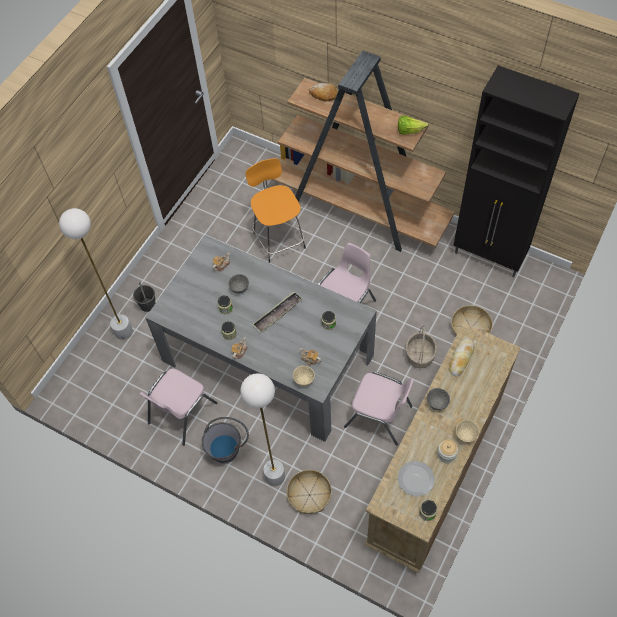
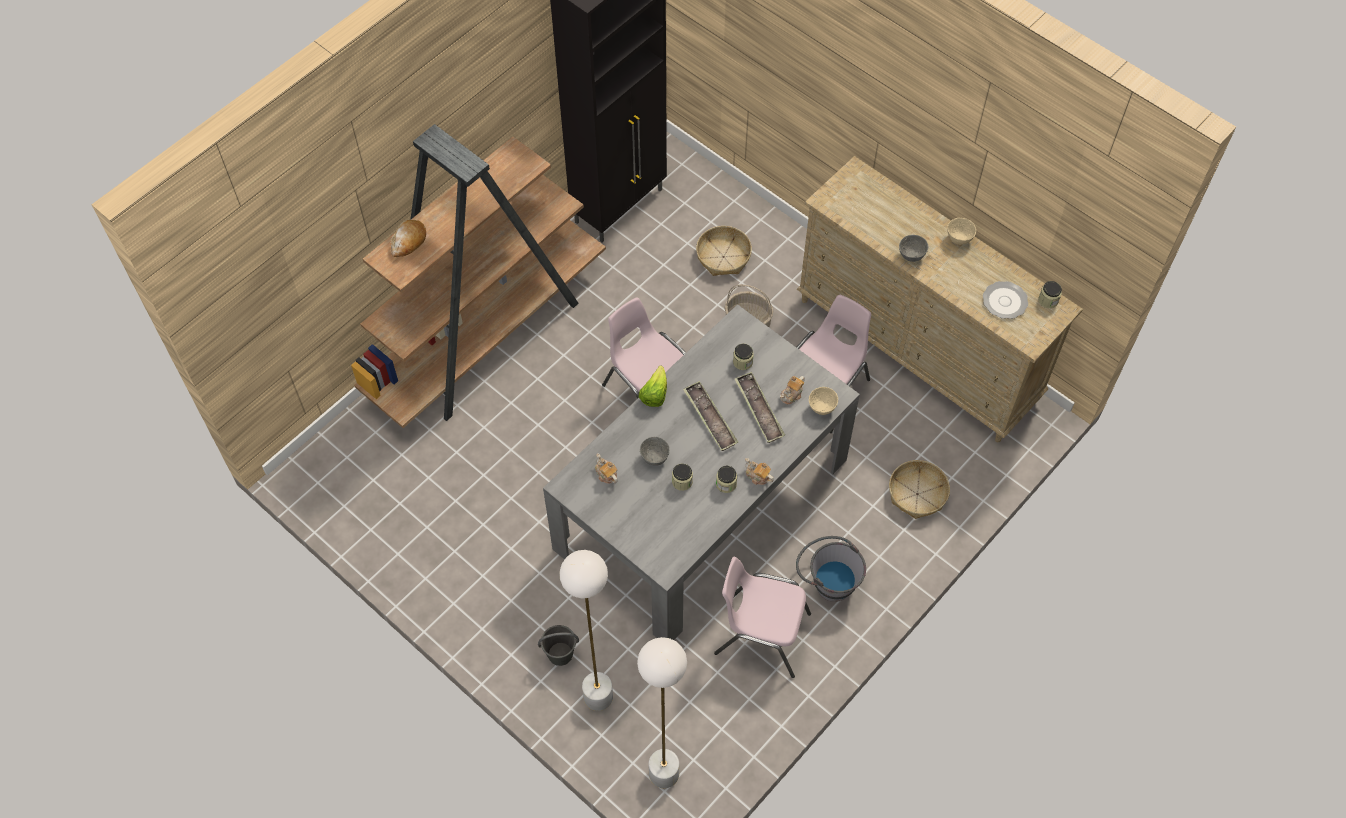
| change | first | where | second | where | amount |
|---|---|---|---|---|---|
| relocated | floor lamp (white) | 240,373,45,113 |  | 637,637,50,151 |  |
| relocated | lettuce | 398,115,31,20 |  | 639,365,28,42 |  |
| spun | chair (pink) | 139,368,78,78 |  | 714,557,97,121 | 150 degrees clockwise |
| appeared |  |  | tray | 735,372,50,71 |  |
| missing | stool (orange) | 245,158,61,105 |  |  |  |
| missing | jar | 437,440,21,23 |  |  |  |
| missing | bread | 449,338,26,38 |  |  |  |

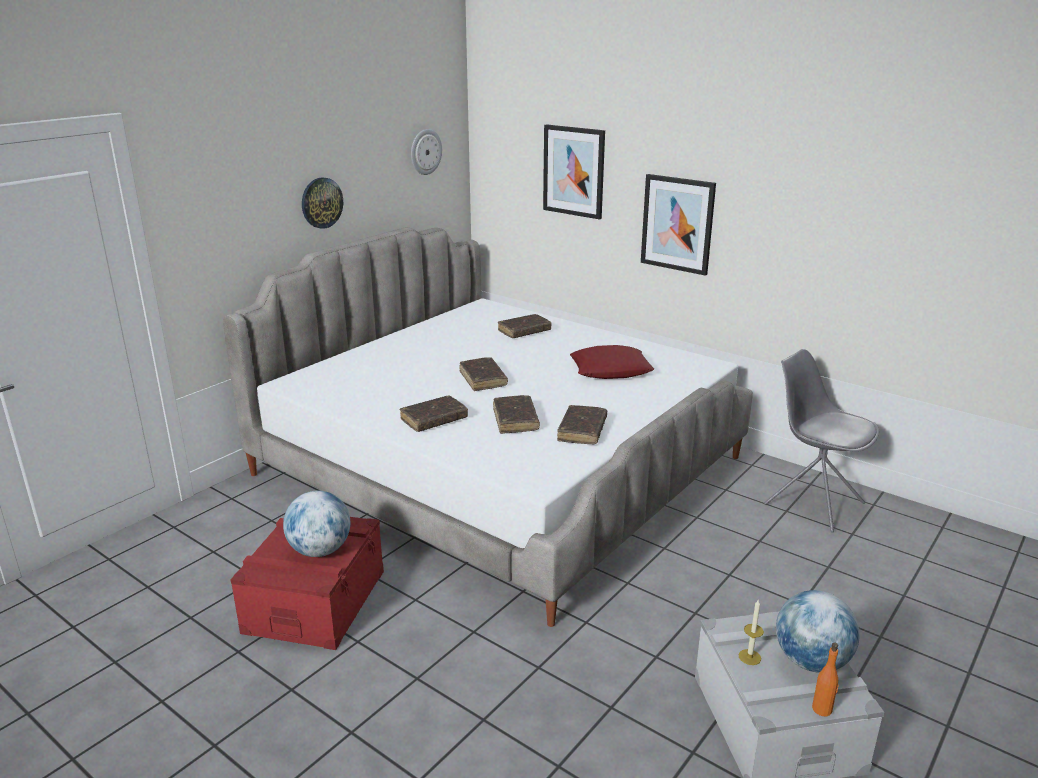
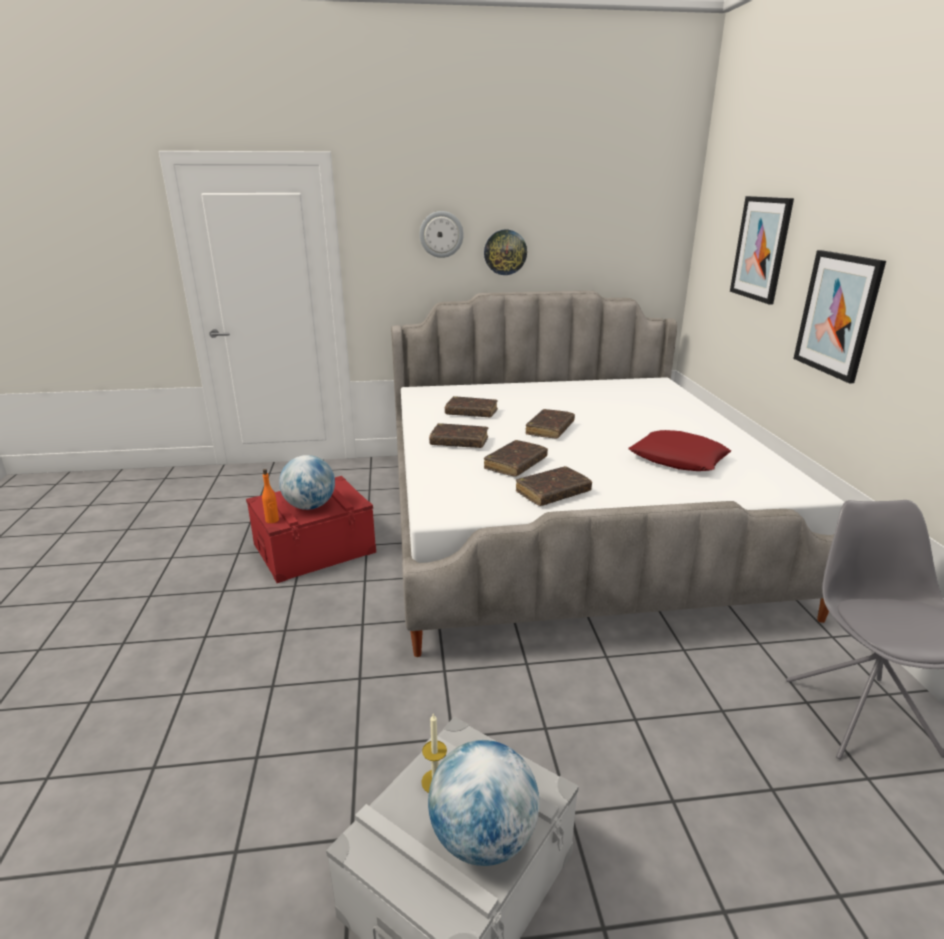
| change | first | where | second | where | amount |
|---|---|---|---|---|---|
| relocated | bottle (orange) | 812,642,26,74 |  | 262,469,17,54 |  |
| relocated | wall clock | 411,129,31,46 |  | 420,211,44,47 |  |
| relocated | book (brown) | 498,314,54,24 |  | 445,396,53,21 |  |

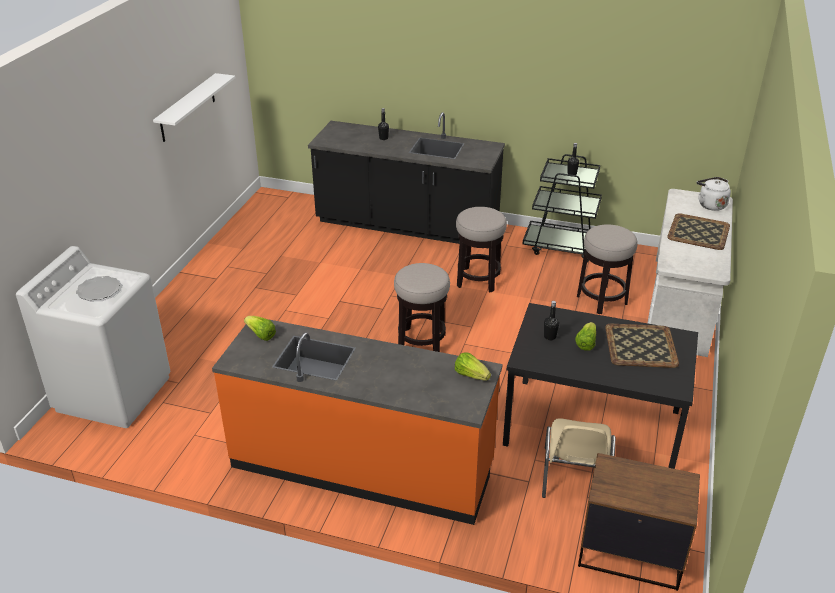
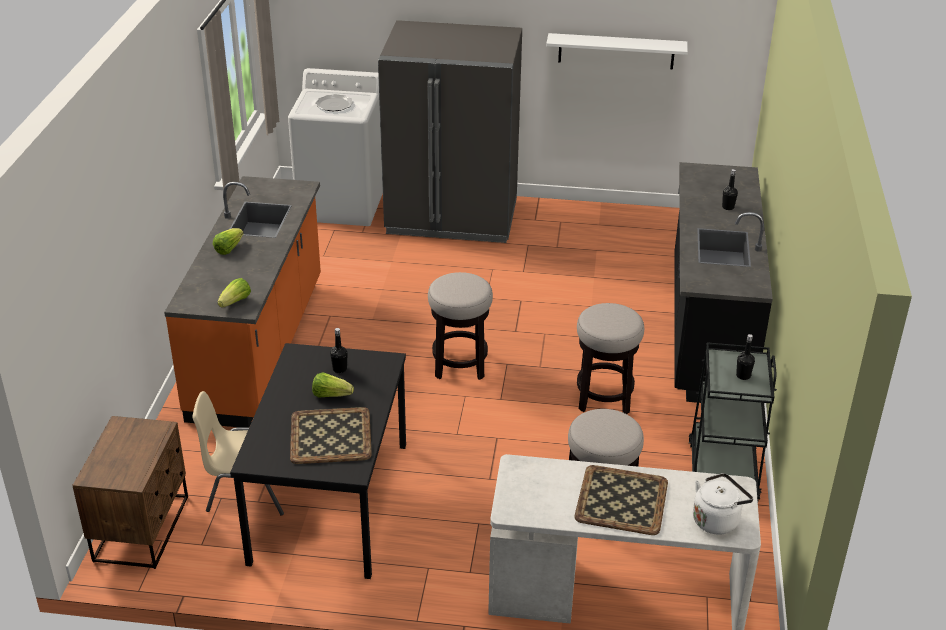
| change | first | where | second | where | amount |
|---|---|---|---|---|---|
| relocated | lettuce | 244,316,32,25 |  | 213,228,31,27 |  |
| appeared |  |  | fridge (grey) | 378,20,144,223 |  |

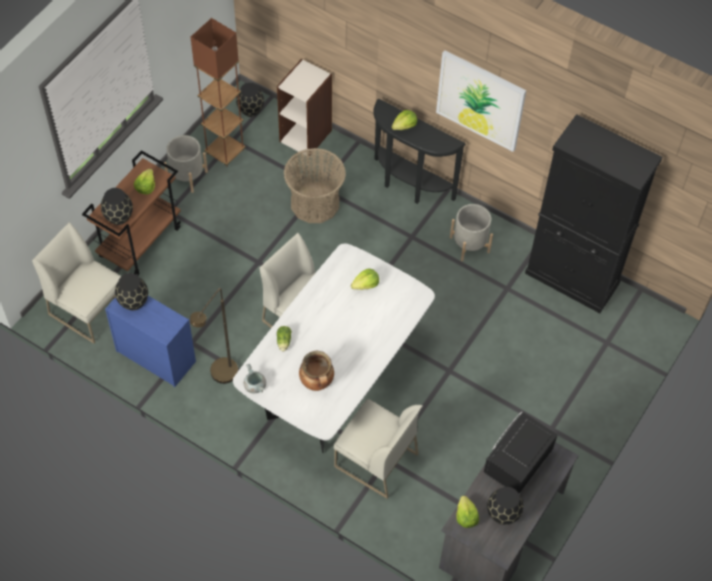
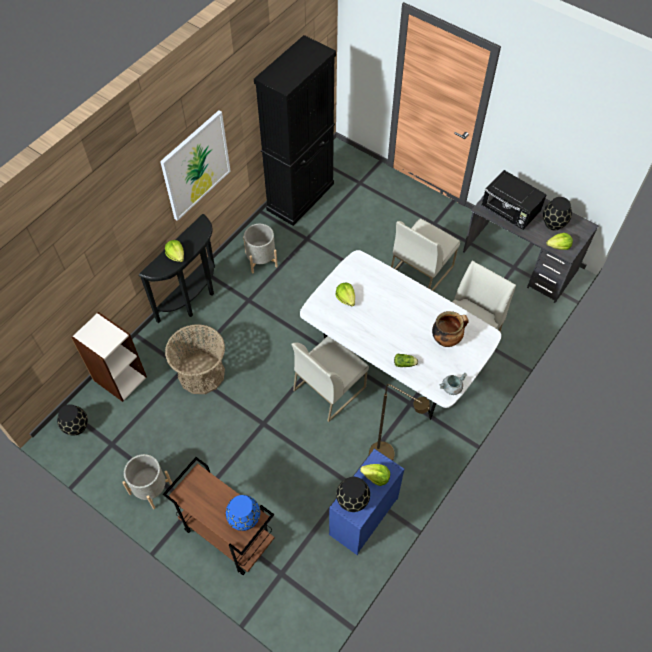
| change | first | where | second | where | amount |
|---|---|---|---|---|---|
| colour | vase (black) | 101,188,32,37 | vase (blue) | 226,495,34,36 |  |
| relocated | lettuce | 134,169,21,26 |  | 360,464,30,22 |  |
| relocated | chair (white) | 32,222,89,122 |  | 391,219,69,72 |  |
| missing | floor lamp (brown) | 191,18,55,149 |  |  |  |

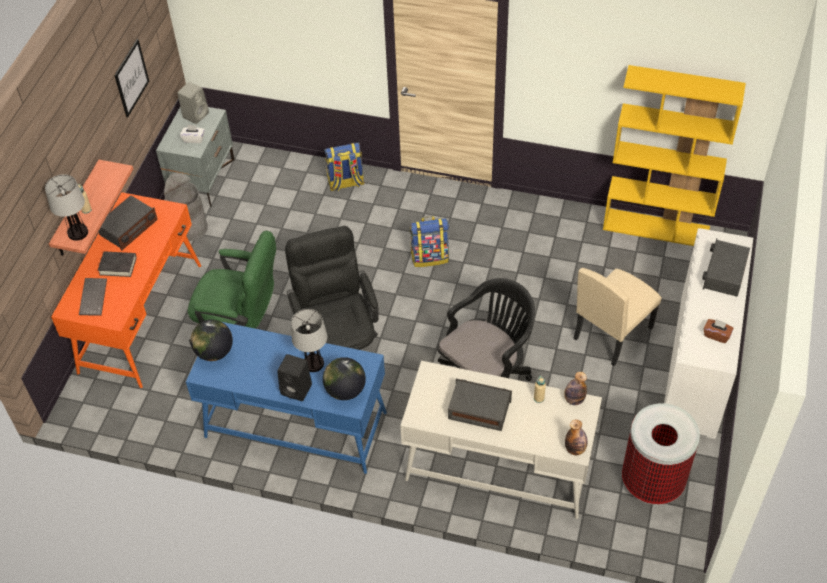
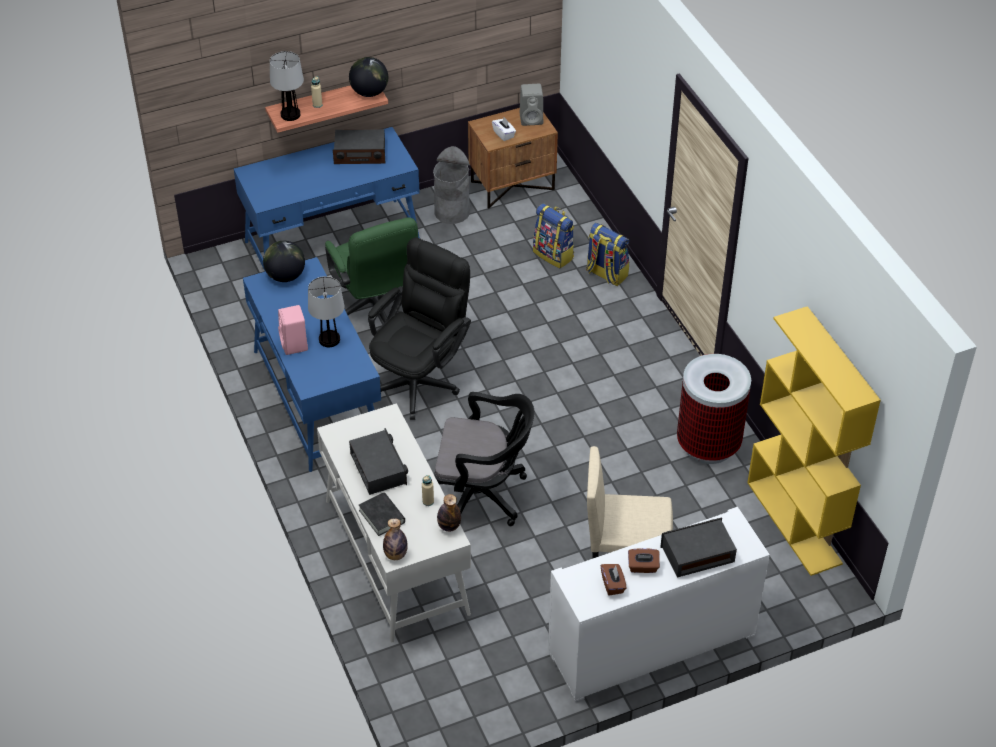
| change | first | where | second | where | amount |
|---|---|---|---|---|---|
| colour | desk (orange) | 51,192,150,196 | desk (blue) | 234,127,186,144 |  |
| colour | speaker (black) | 277,354,35,47 | speaker (pink) | 278,305,30,50 |  |
| relocated | globe | 323,357,43,43 |  | 349,57,39,40 |  |
| relocated | book (black) | 98,251,39,26 |  | 359,492,46,44 |  |
| colour | nightstand (grey) | 156,107,79,99 | nightstand (brown) | 468,108,90,101 |  |
| relocated | backpack | 410,216,39,51 |  | 533,203,41,65 |  |
| appeared |  |  | tissue box (brown) | 628,548,32,25 |  |
| relocated | trash can | 622,403,78,101 |  | 677,354,74,110 |  |
| missing | keyboard | 79,278,28,38 |  |  |  |
| missing | picture | 114,39,35,78 |  |  |  |

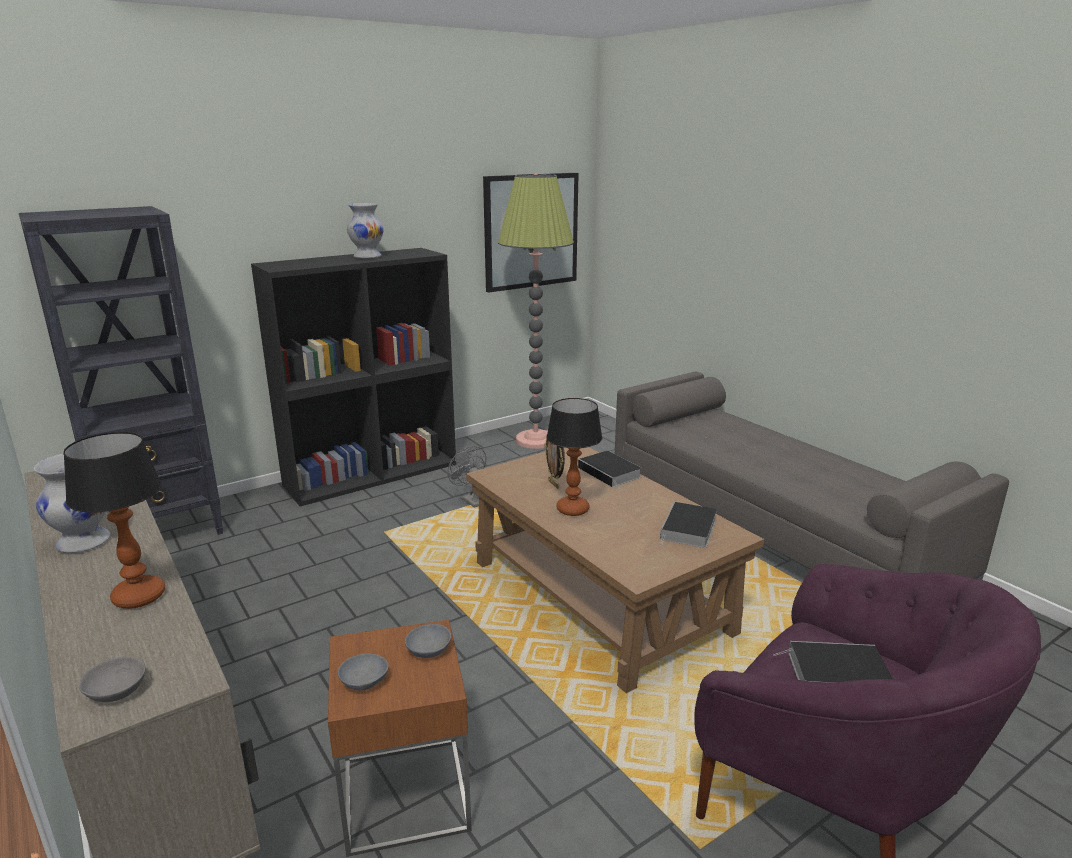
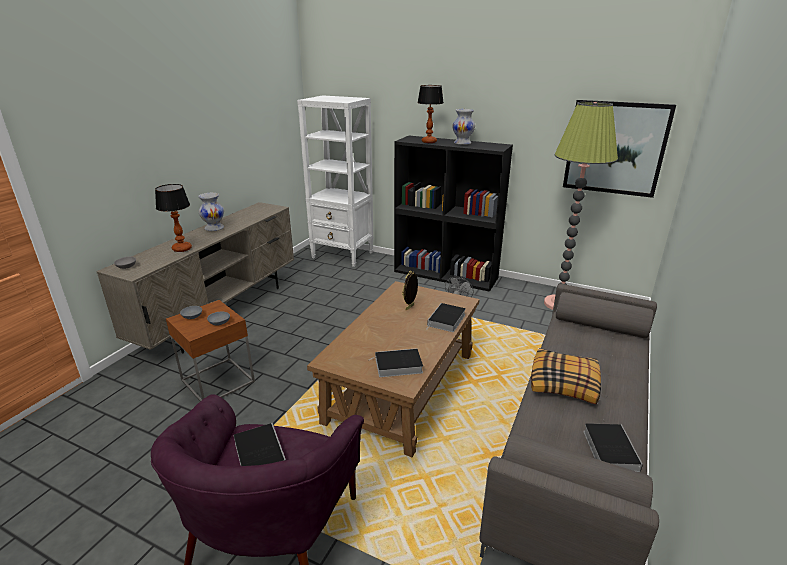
| change | first | where | second | where | amount |
|---|---|---|---|---|---|
| colour | bookcase (black) | 19,206,204,329 | bookcase (white) | 297,95,76,172 |  |
| relocated | table lamp | 546,398,56,118 |  | 417,85,27,58 |  |
| appeared |  |  | pillow | 531,348,70,56 |  |
| appeared |  |  | book | 583,423,60,49 |  |

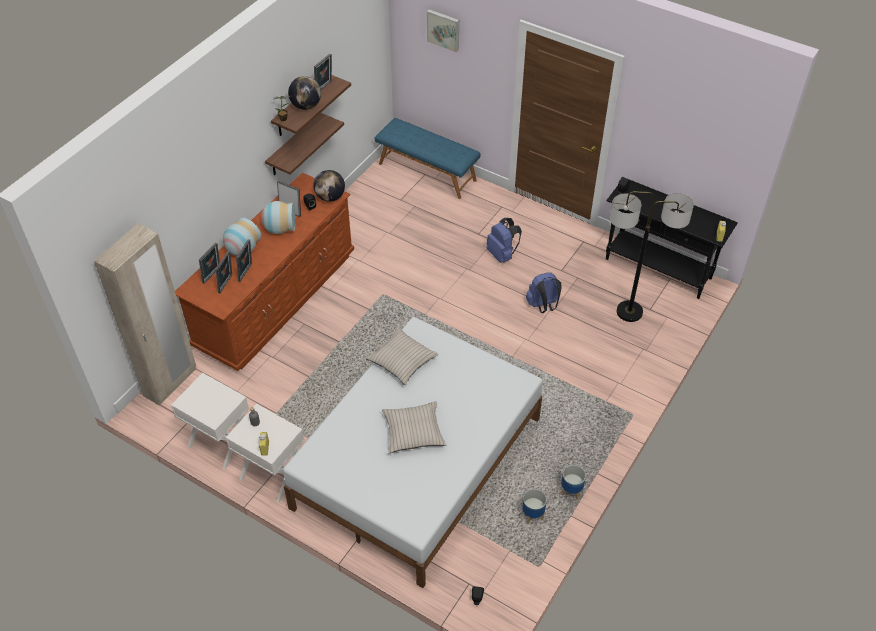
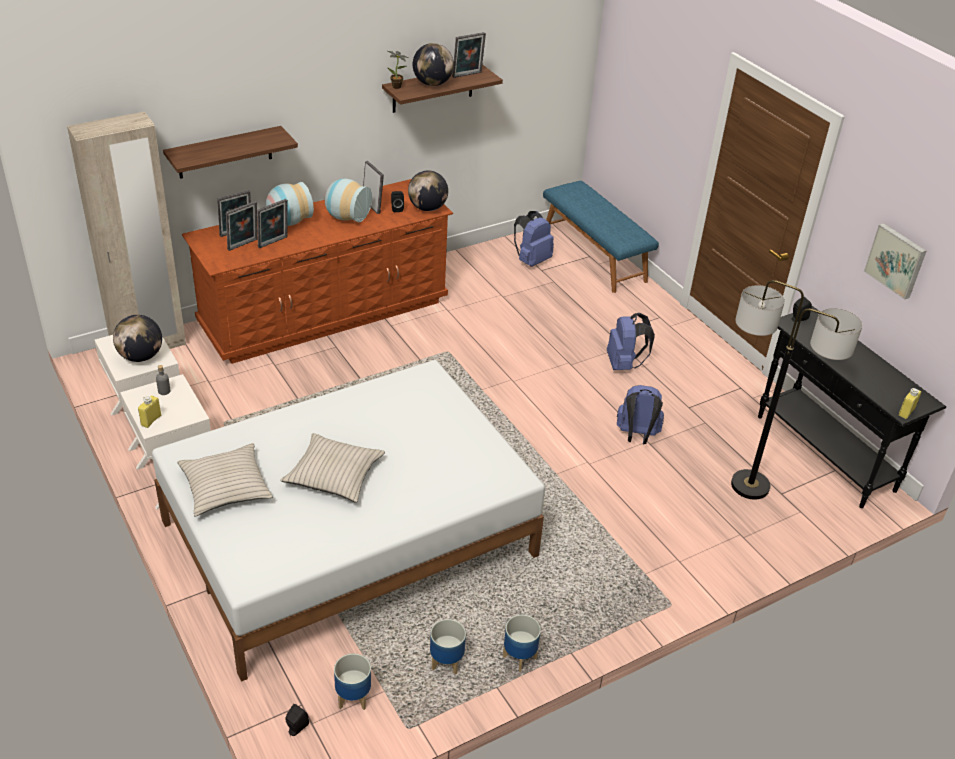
| change | first | where | second | where | amount |
|---|---|---|---|---|---|
| appeared |  |  | globe | 113,315,49,47 |  |
| relocated | shelf | 265,113,79,62 |  | 163,126,135,53 |  |
| relocated | pillow (beige) | 365,327,74,58 |  | 177,443,96,73 |  |
| appeared |  |  | planter | 334,654,37,56 |  |
| appeared |  |  | backpack (blue) | 514,211,40,56 |  |
| relocated | picture | 427,9,32,44 |  | 864,223,62,77 |  |

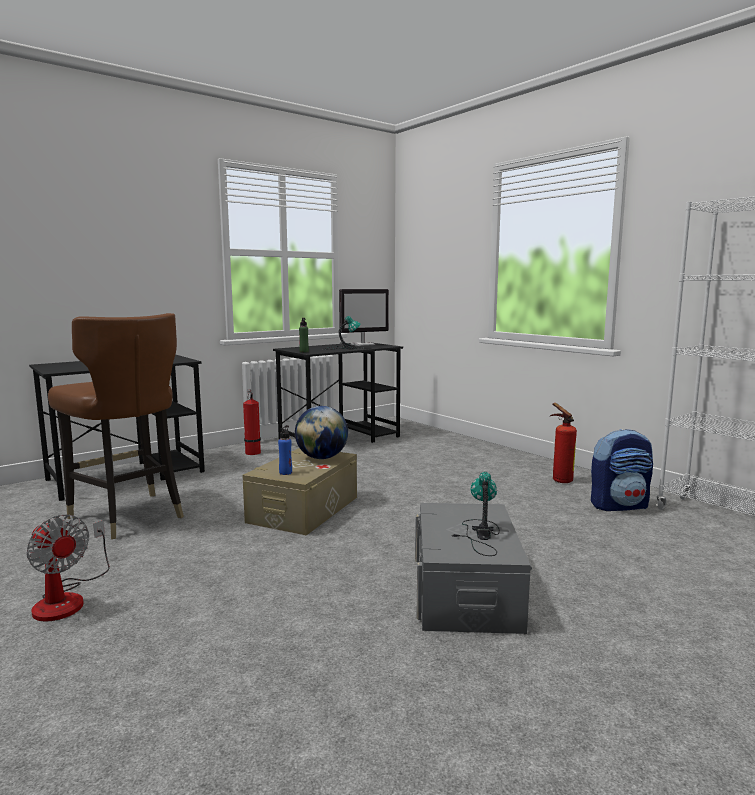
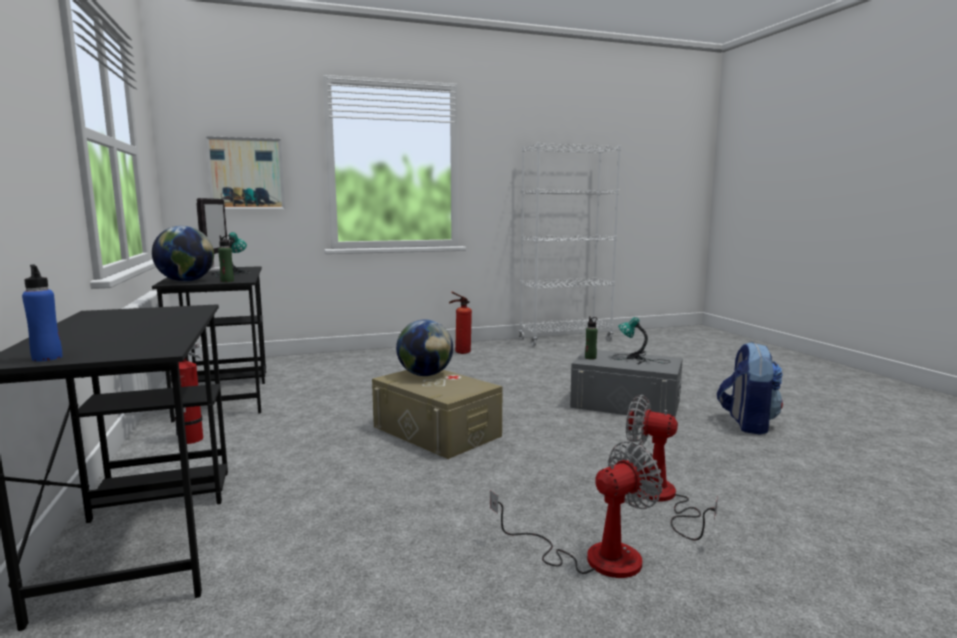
| change | first | where | second | where | amount |
|---|---|---|---|---|---|
| relocated | bottle (blue) | 278,425,14,50 |  | 22,265,40,96 |  |
| appeared |  |  | globe | 152,226,62,56 |  |
| appeared |  |  | picture | 205,136,80,73 |  |
| appeared |  |  | bottle (green) | 585,316,13,44 |  |
| appeared |  |  | fan | 626,395,92,146 |  |
| relocated | backpack | 591,429,62,82 |  | 717,342,66,93 |  |
| missing | chair (brown) | 48,313,136,226 |  |  |  |

